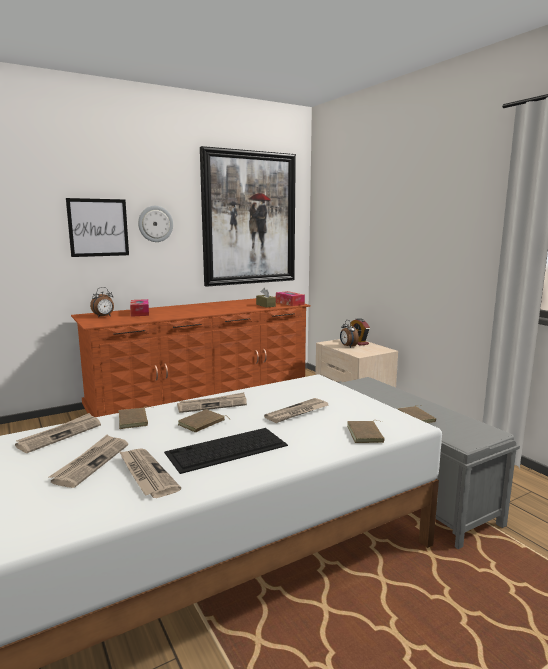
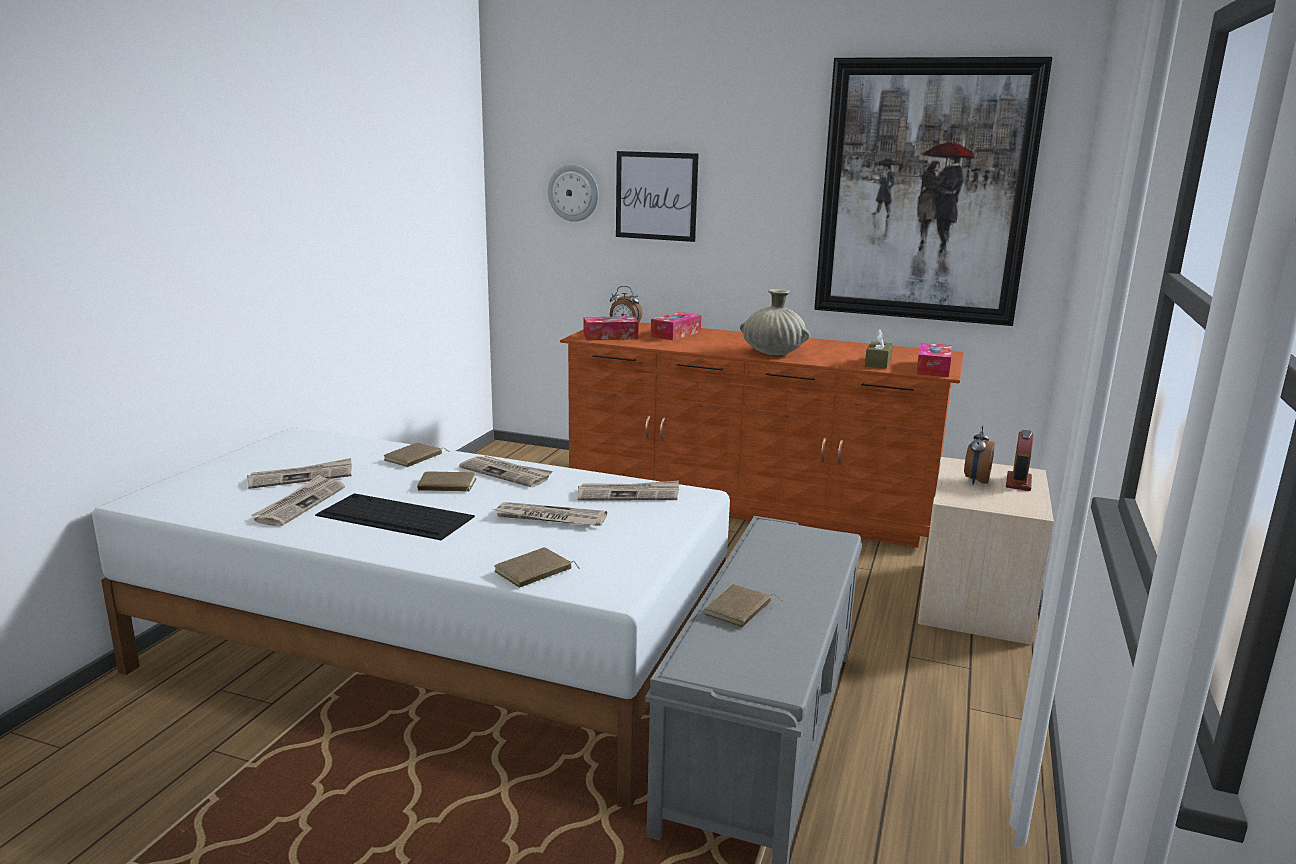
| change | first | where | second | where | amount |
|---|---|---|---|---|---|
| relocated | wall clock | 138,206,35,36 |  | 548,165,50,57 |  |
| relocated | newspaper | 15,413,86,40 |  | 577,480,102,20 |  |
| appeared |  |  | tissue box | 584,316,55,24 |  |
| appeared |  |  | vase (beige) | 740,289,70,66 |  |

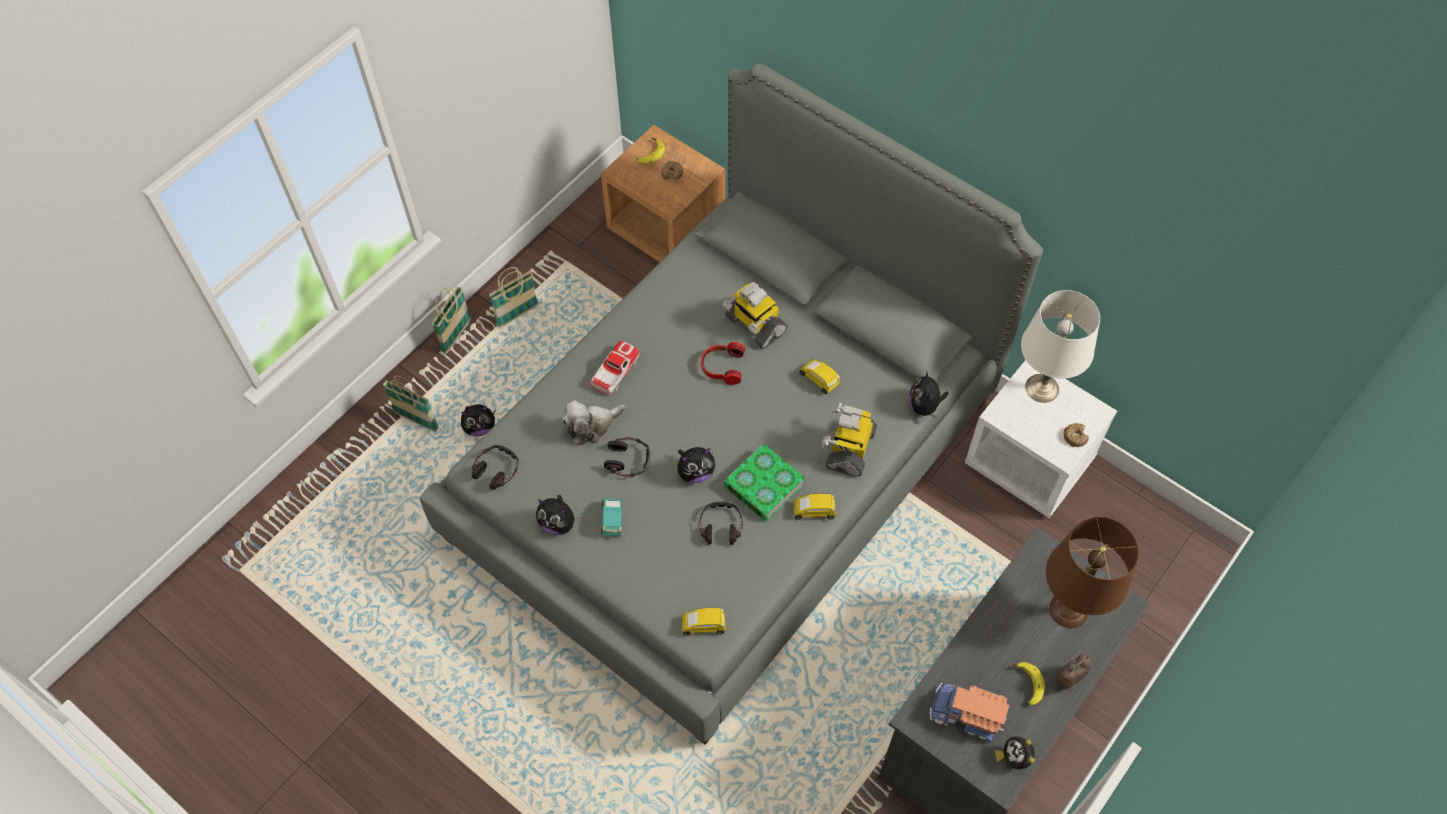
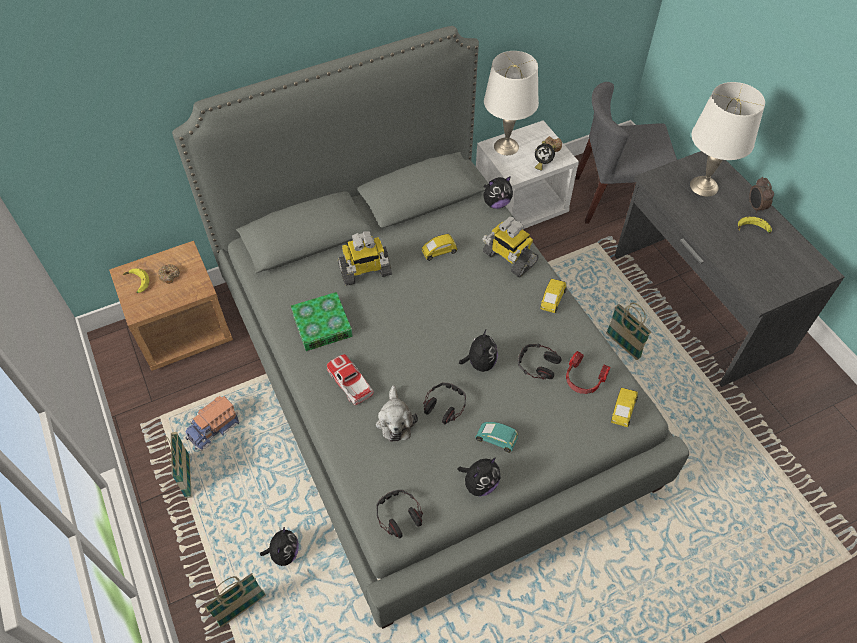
| change | first | where | second | where | amount |
|---|---|---|---|---|---|
| relocated | toy truck | 928,683,81,60 |  | 185,396,54,55 |  |
| relocated | book | 724,444,81,78 |  | 291,292,62,59 |  |
| spun | plush toy | 909,370,40,49 |  | 483,176,30,33 | 45 degrees counterclockwise |
| relocated | alarm clock | 995,736,40,33 |  | 535,141,21,30 |  |
| relocated | headphones | 701,342,44,43 |  | 566,351,44,43 |  |
| appeared |  |  | chair (grey) | 575,82,102,142 |  |
| relocated | basket | 432,287,39,67 |  | 606,302,46,58 |  |
| colour | table lamp (brown) | 1046,517,93,111 | table lamp (white) | 690,82,75,115 |  |

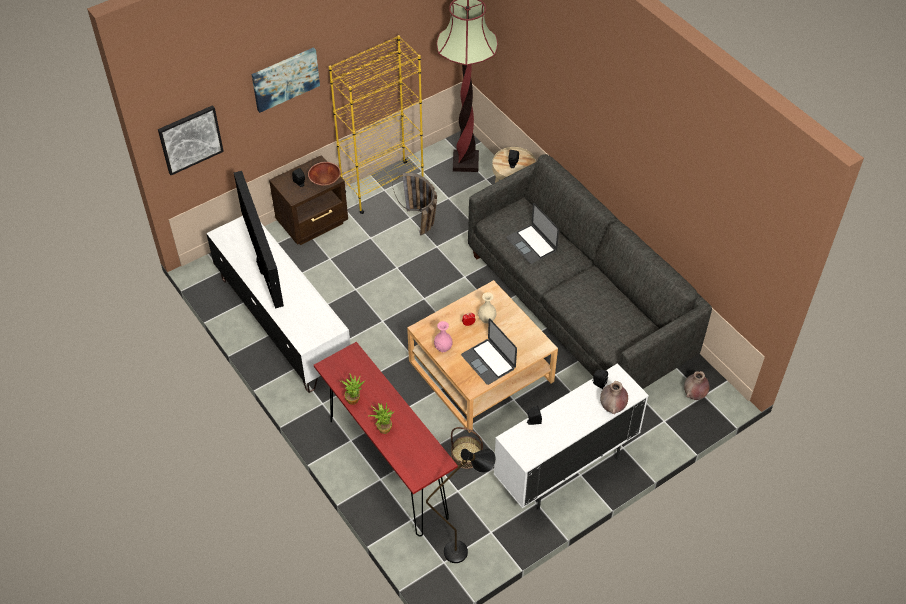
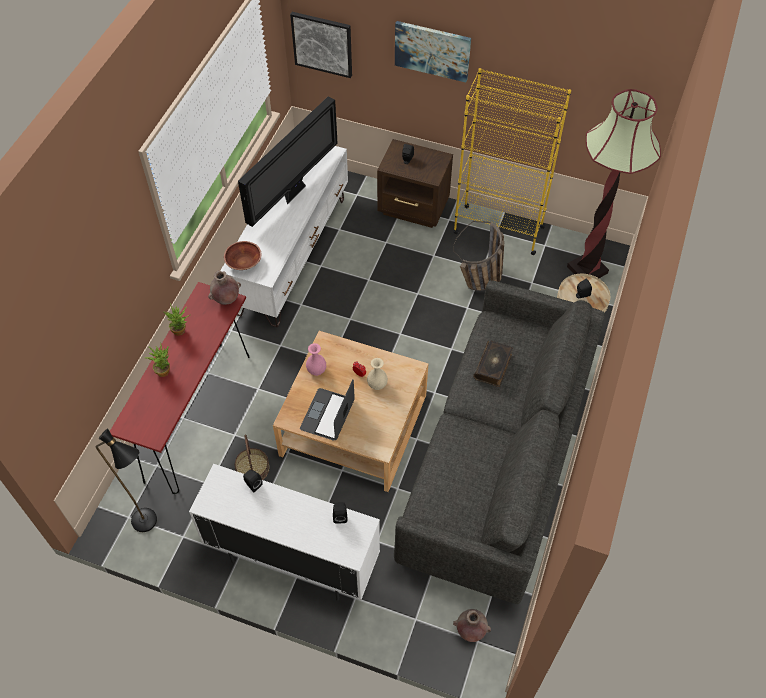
| change | first | where | second | where | amount |
|---|---|---|---|---|---|
| relocated | vase (brown) | 600,381,28,33 |  | 208,271,33,34 |  |
| relocated | bowl (brown) | 308,162,33,24 |  | 224,241,38,29 |  |
| exchanged | laptop | 506,203,53,61 | book | 474,341,39,46 |  |

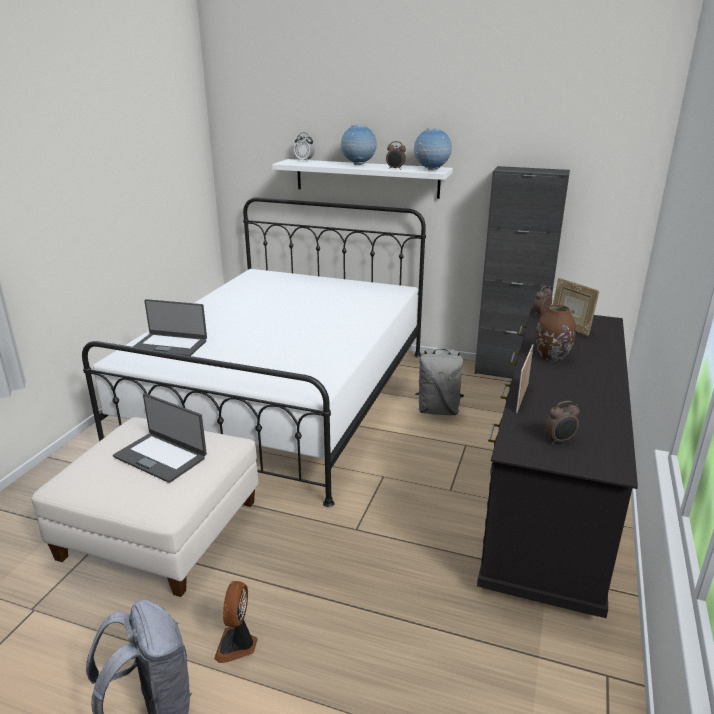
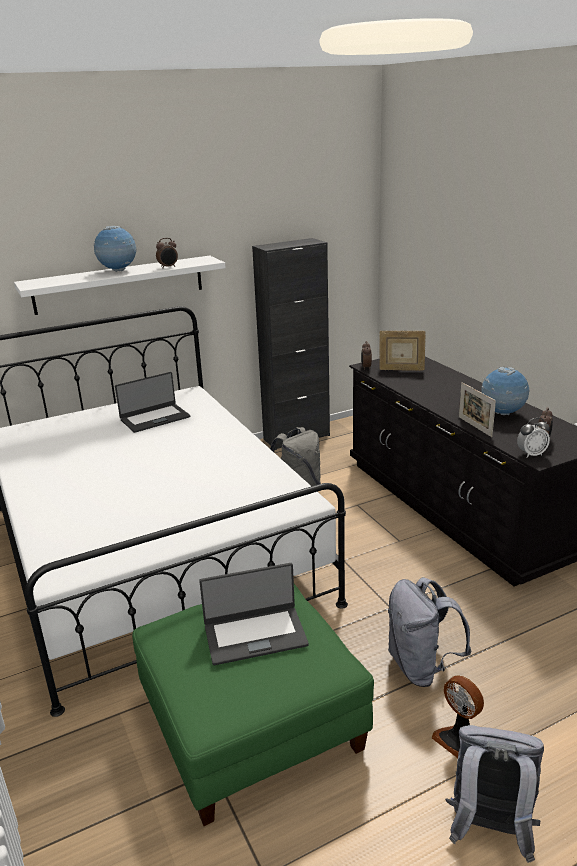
| change | first | where | second | where | amount |
|---|---|---|---|---|---|
| relocated | laptop | 133,299,74,57 |  | 115,372,75,61 |  |
| colour | ottoman (white) | 31,417,228,180 | ottoman (green) | 132,584,242,242 |  |
| appeared |  |  | backpack (grey) | 388,577,83,110 |  |
| relocated | globe | 414,128,38,42 |  | 481,367,49,48 |  |
| relocated | alarm clock | 294,132,21,30 |  | 517,418,33,40 |  |
| missing | vase (brown) | 536,305,40,56 |  |  |  |

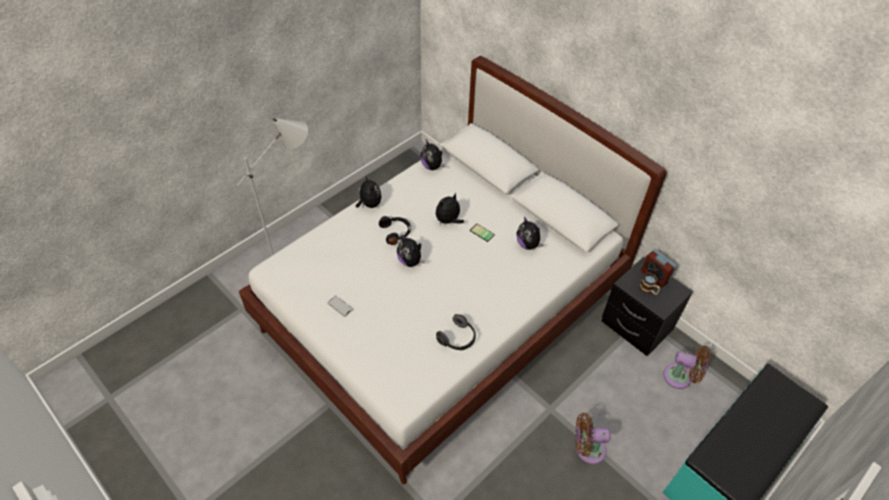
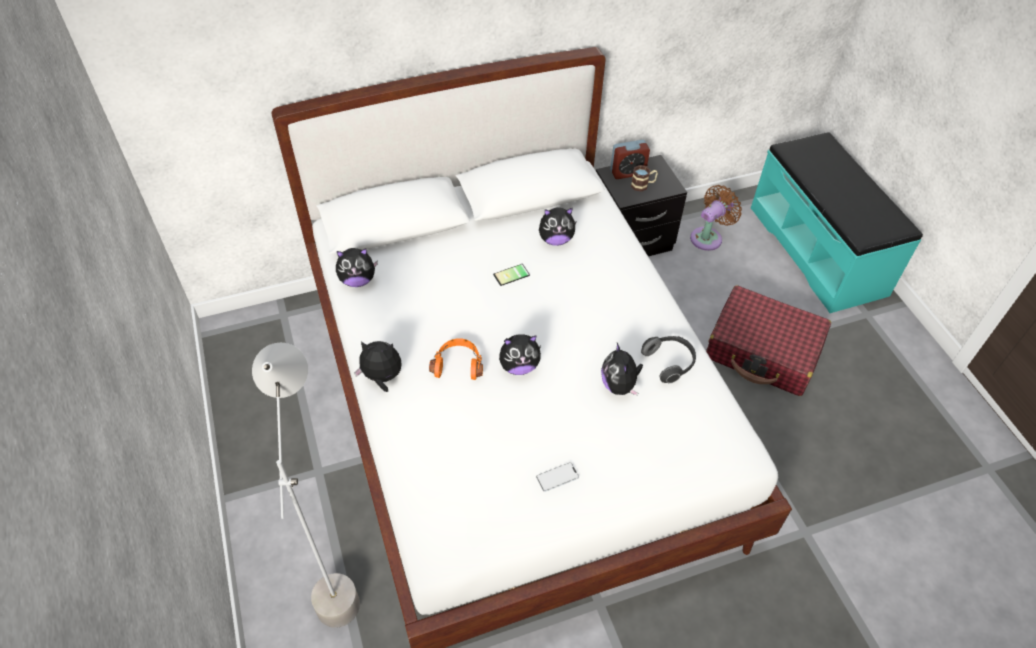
| change | first | where | second | where | amount |
|---|---|---|---|---|---|
| colour | headphones (black) | 379,216,32,29 | headphones (orange) | 429,338,54,42 |  |
| relocated | plush toy | 436,193,28,31 |  | 601,343,42,53 |  |
| exchanged | fan (brown) | 575,413,36,51 | suitcase (red) | 706,285,125,111 |  |

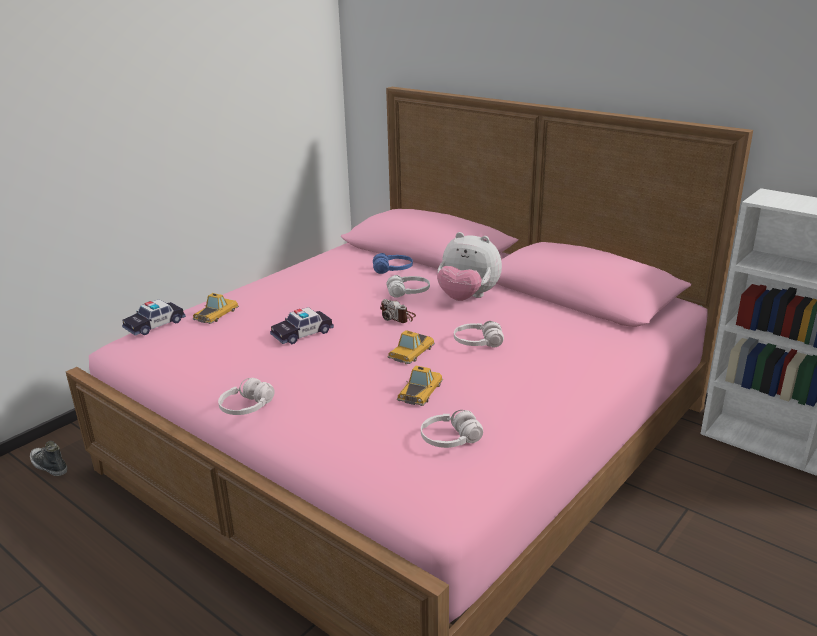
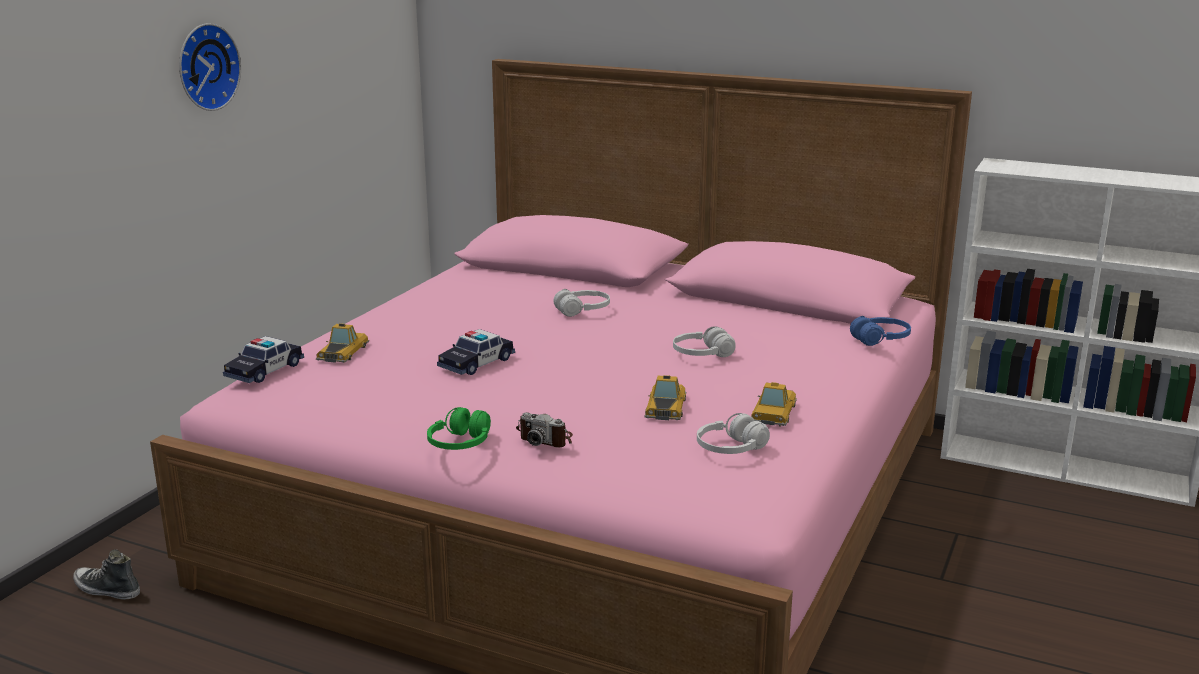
| change | first | where | second | where | amount |
|---|---|---|---|---|---|
| appeared |  |  | wall clock | 179,23,62,88 |  |
| colour | headphones (white) | 218,378,57,37 | headphones (green) | 427,407,64,43 |  |
| relocated | photo camera | 380,299,36,24 |  | 516,412,57,36 |  |
| relocated | toy car | 388,330,47,34 |  | 751,382,46,45 |  |
| relocated | headphones (blue) | 373,253,40,21 |  | 850,316,61,30 |  |
| missing | plush toy | 437,232,65,69 |  |  |  |

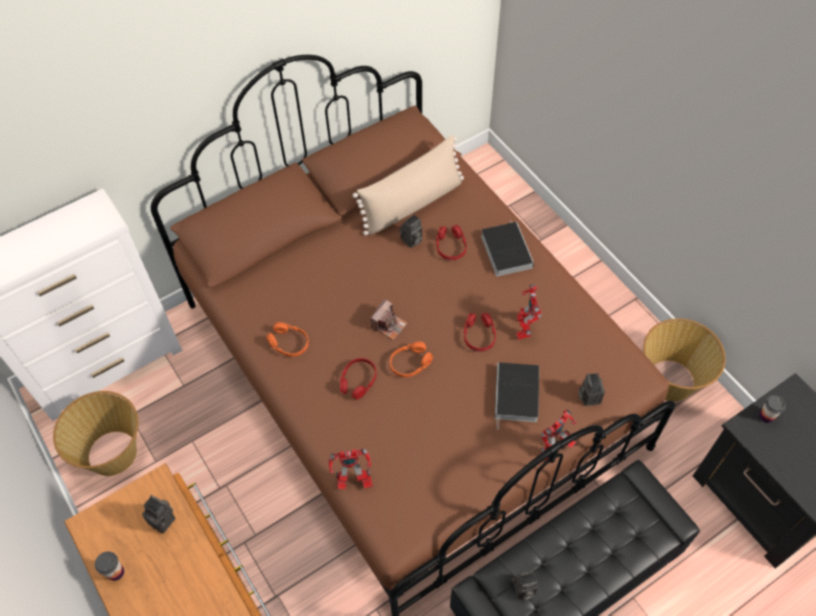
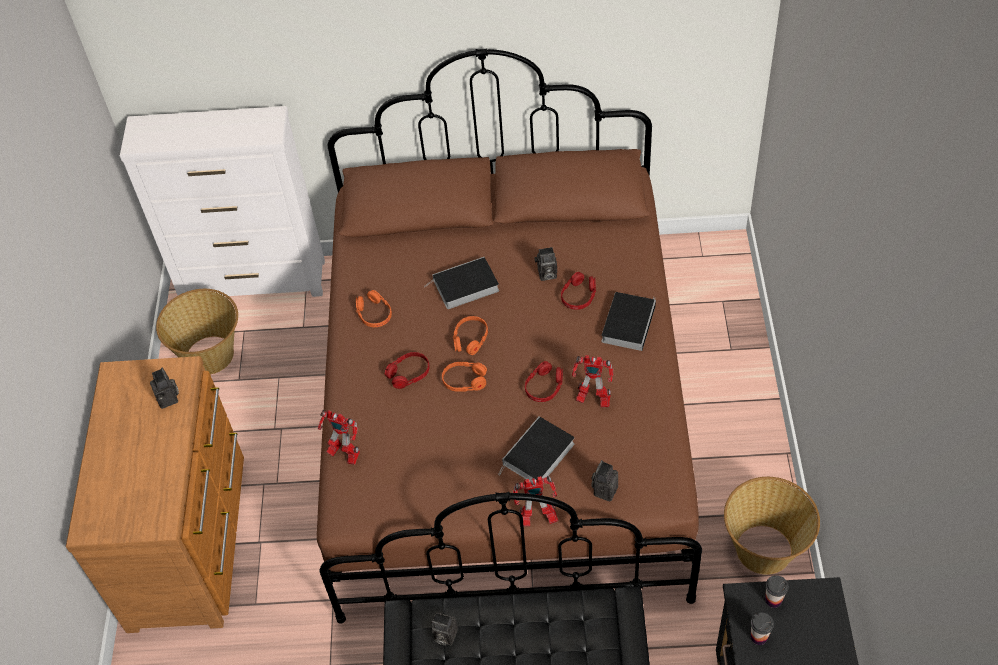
| change | first | where | second | where | amount |
|---|---|---|---|---|---|
| appeared |  |  | book | 425,257,74,52 |  |
| exchanged | photo camera | 370,299,37,41 | headphones (orange) | 453,316,35,39 |  |
| spun | toy robot | 516,284,26,56 |  | 572,355,41,52 | 105 degrees counterclockwise |
| relocated | cup | 95,551,29,30 |  | 750,612,24,33 |  |
| missing | pillow (beige) | 353,135,111,101 |  |  |  |

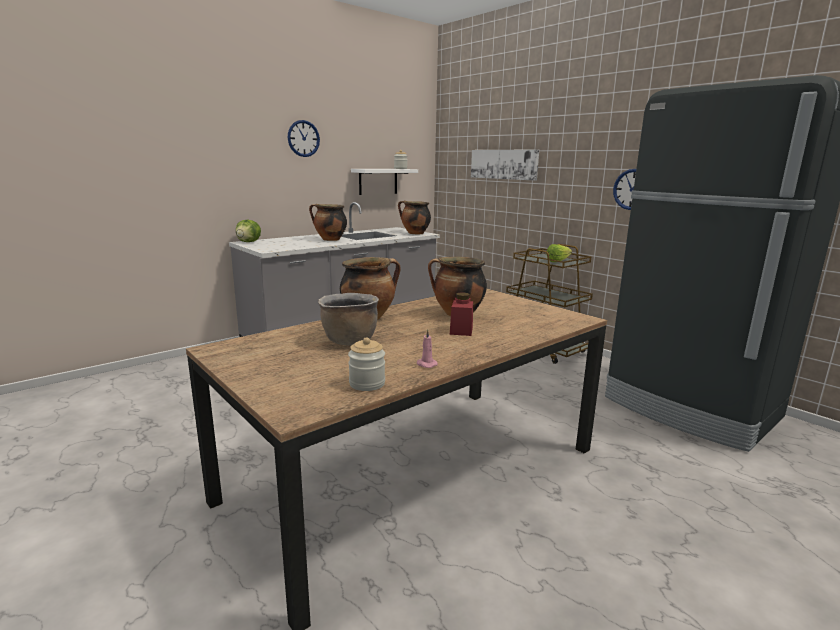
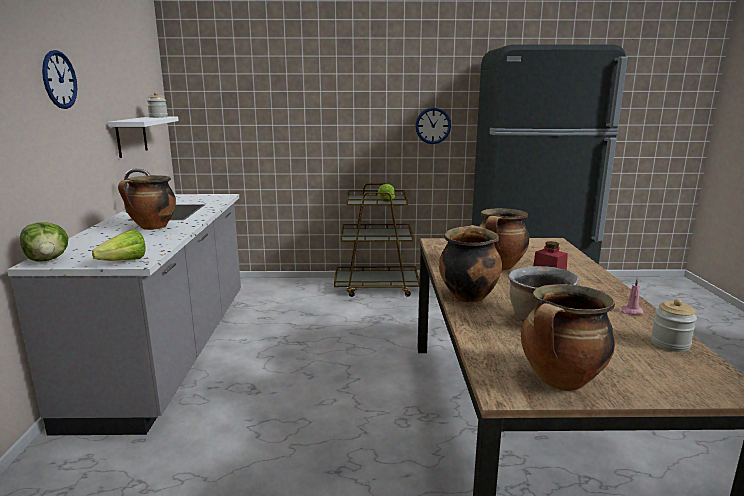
| change | first | where | second | where | amount |
|---|---|---|---|---|---|
| appeared |  |  | lettuce | 92,230,54,31 |  |
| relocated | cooking pot | 398,201,33,33 |  | 521,284,94,107 |  |
| missing | picture | 471,149,68,32 |  |  |  |

